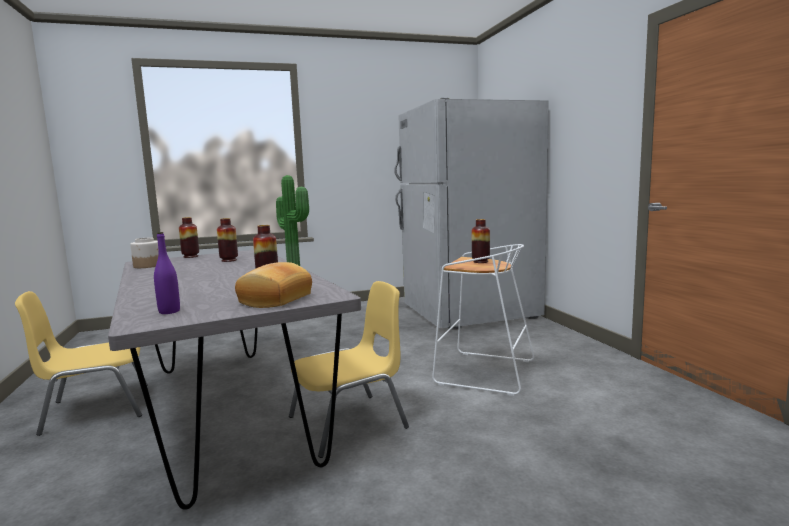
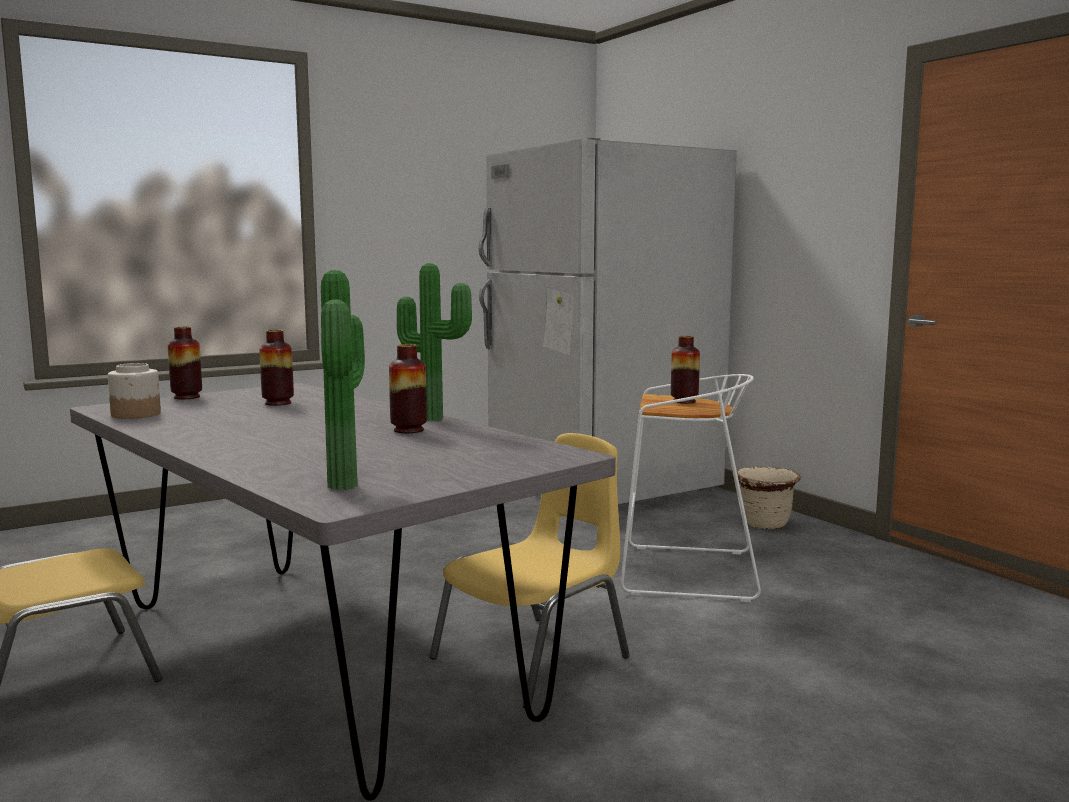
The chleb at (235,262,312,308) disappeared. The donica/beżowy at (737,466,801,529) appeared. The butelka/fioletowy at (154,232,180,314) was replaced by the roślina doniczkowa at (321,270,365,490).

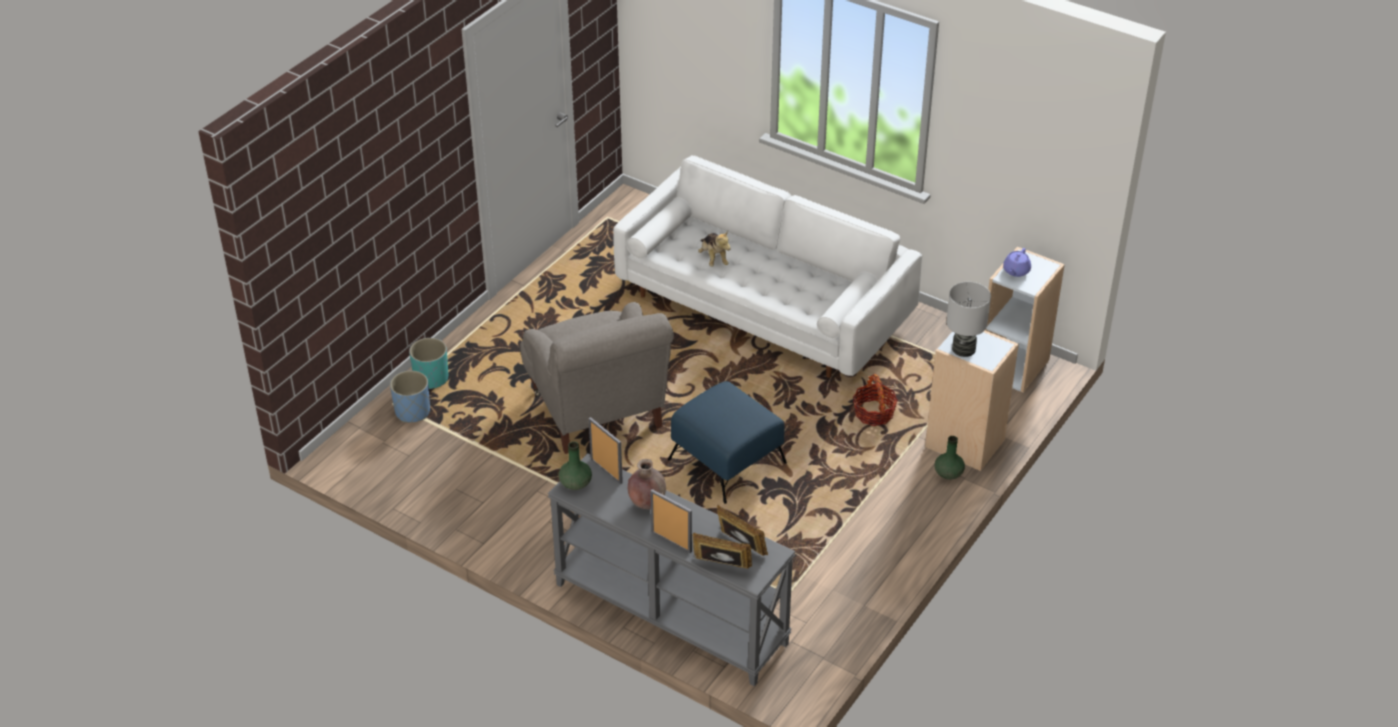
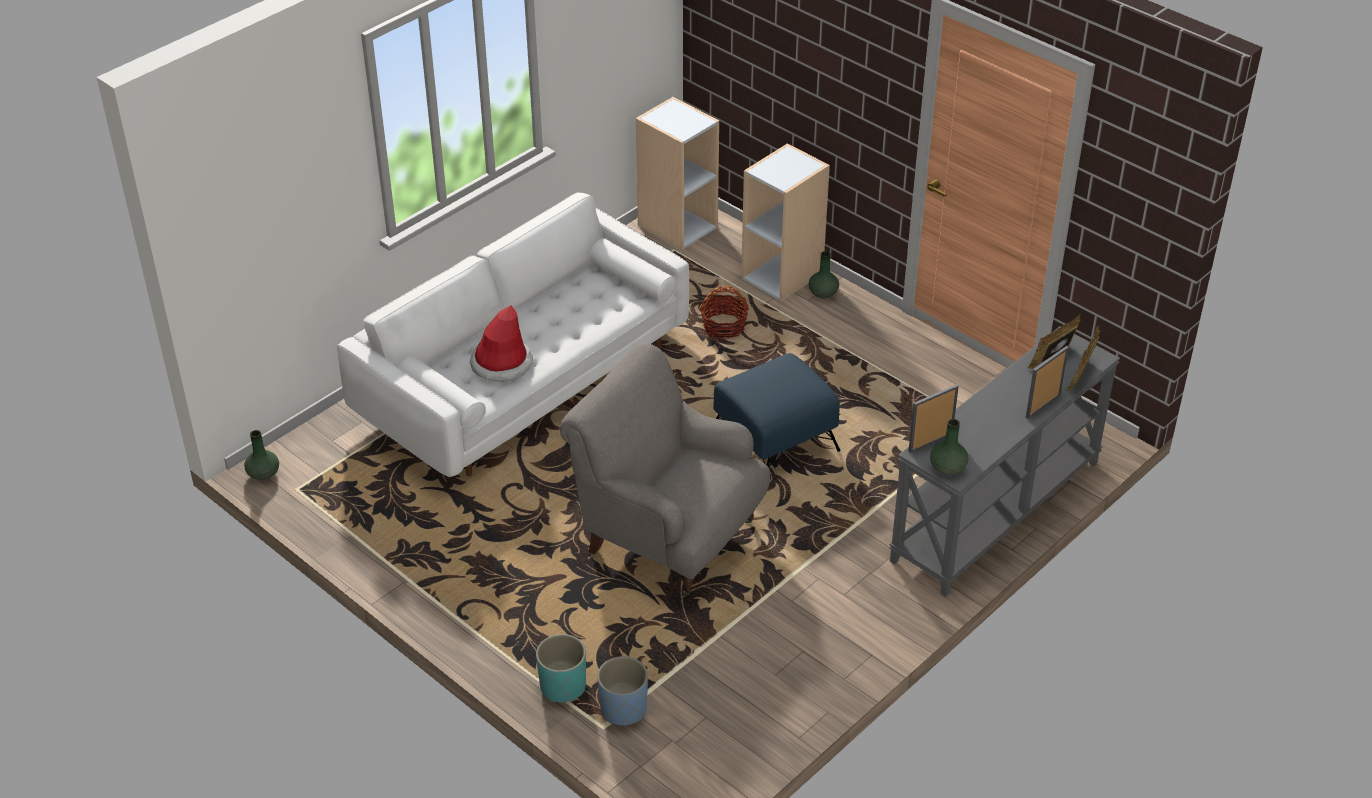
The wazon/brązowy at (628,459,666,509) disappeared. The lampa stołowa/szary at (946,282,991,357) disappeared. The imbryk/fioletowy at (1003,248,1031,277) disappeared. The wazon/zielony at (244,430,279,480) appeared. The pluszak at (698,231,731,267) was replaced by the kapelusz at (470,305,533,382). The fotel/szary at (520,302,674,454) turned 135 degrees counterclockwise.

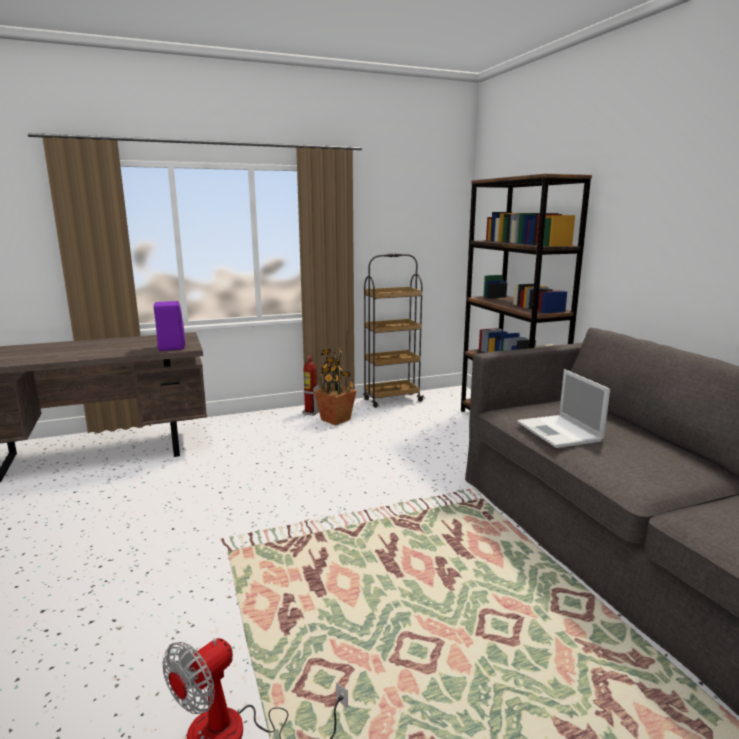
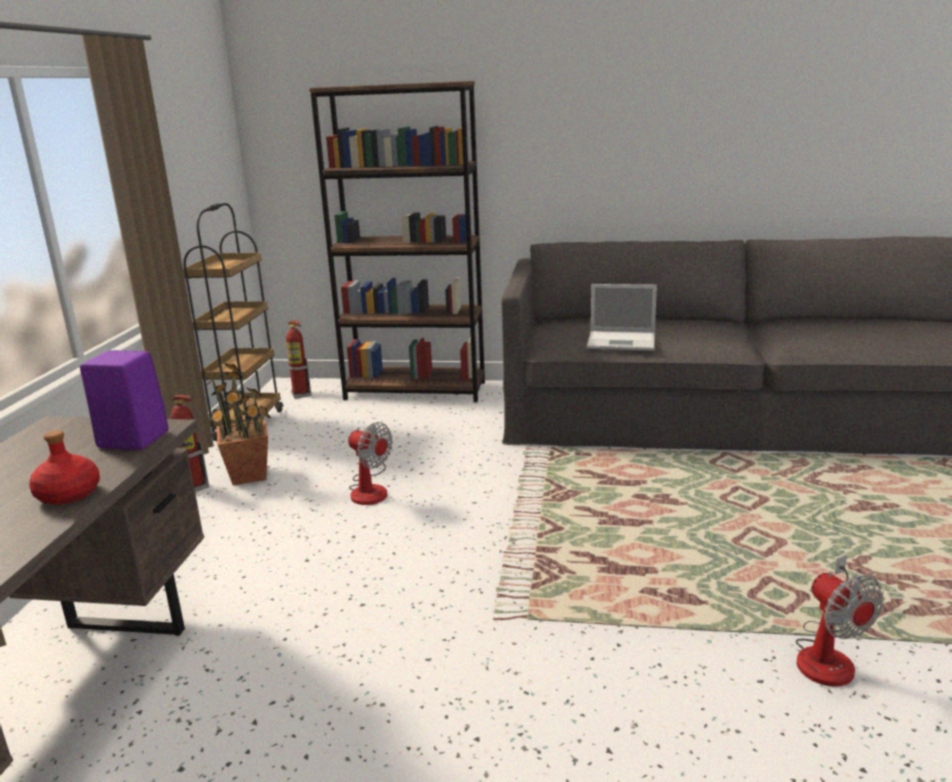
The butelka/czerwony at (29,430,100,505) appeared. The gaśnica at (286,321,311,399) appeared. The wentylator at (348,422,393,505) appeared.

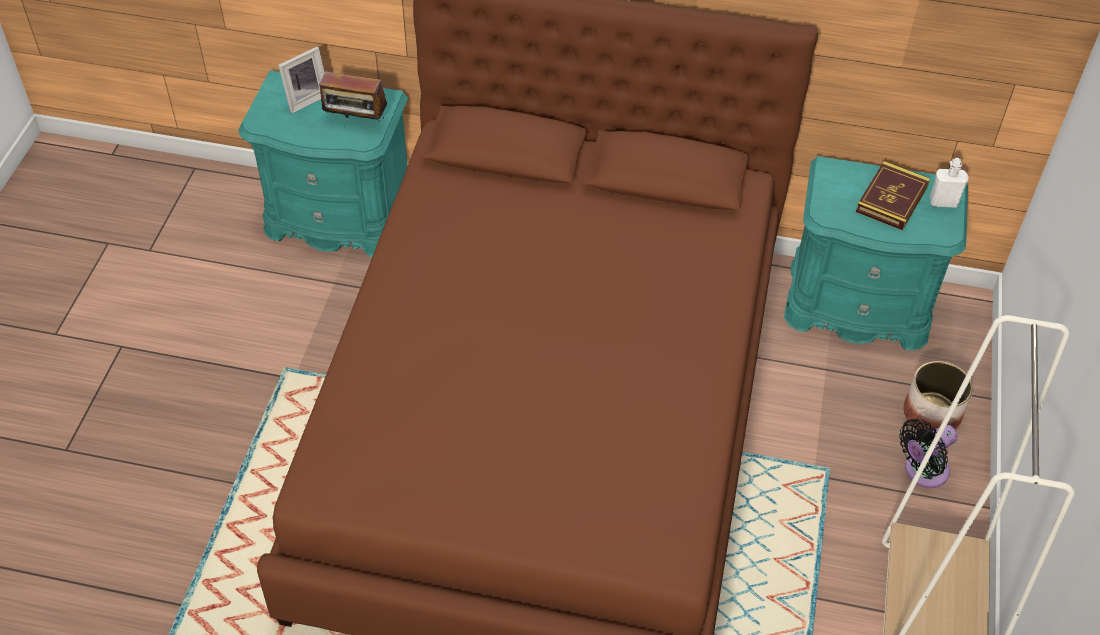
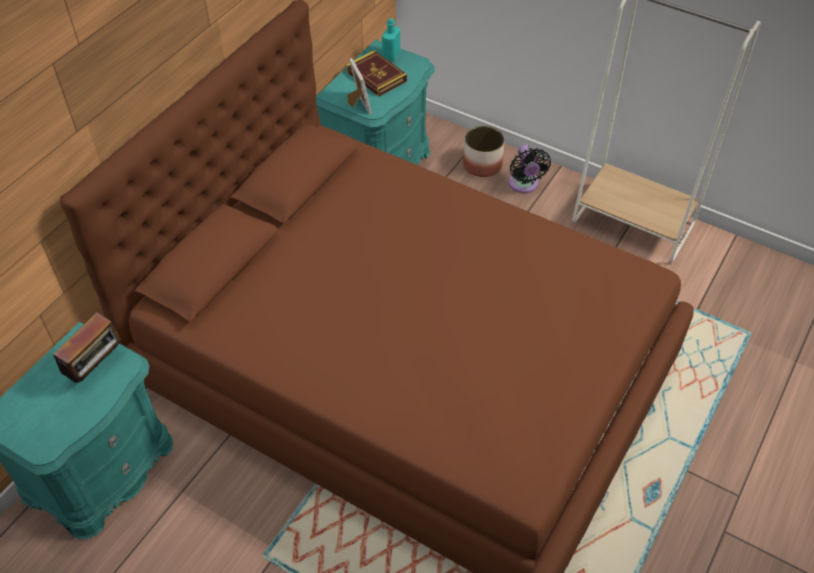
The ramka na zdjęcie moved from (278,47,325,113) to (347,58,372,115). The butelka/biały at (930,158,969,208) became the butelka/turkusowy at (382,18,400,61).

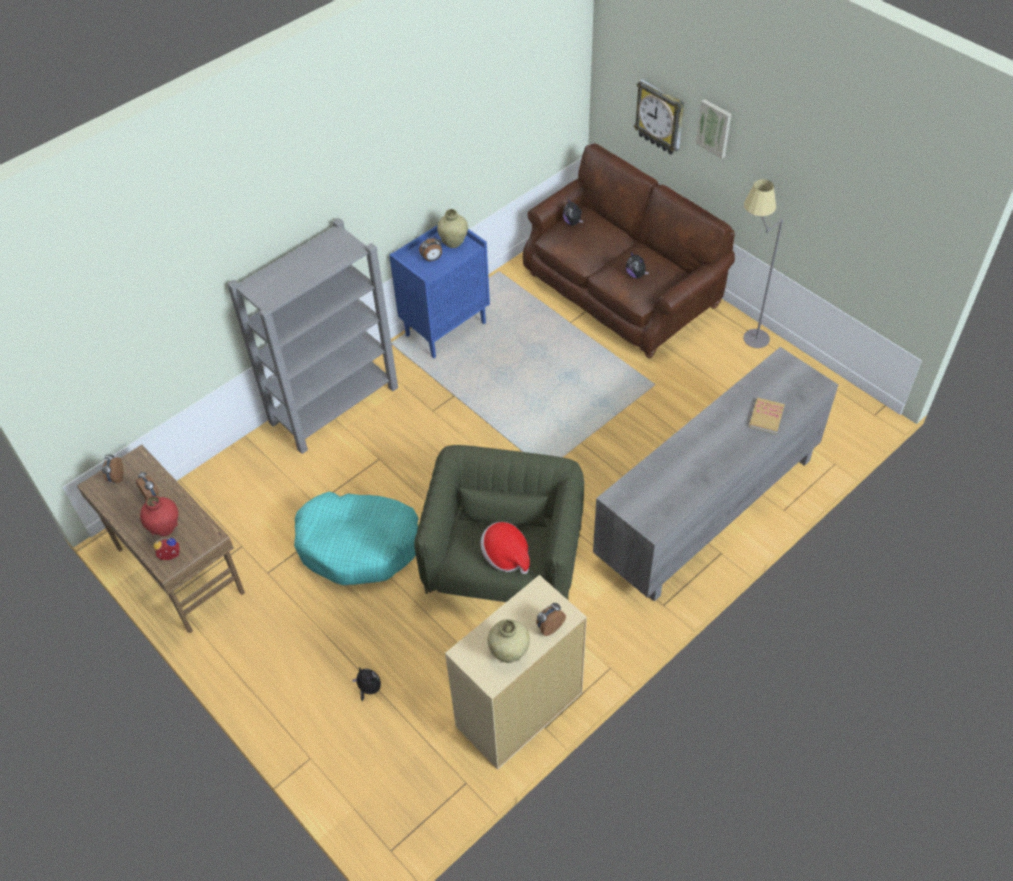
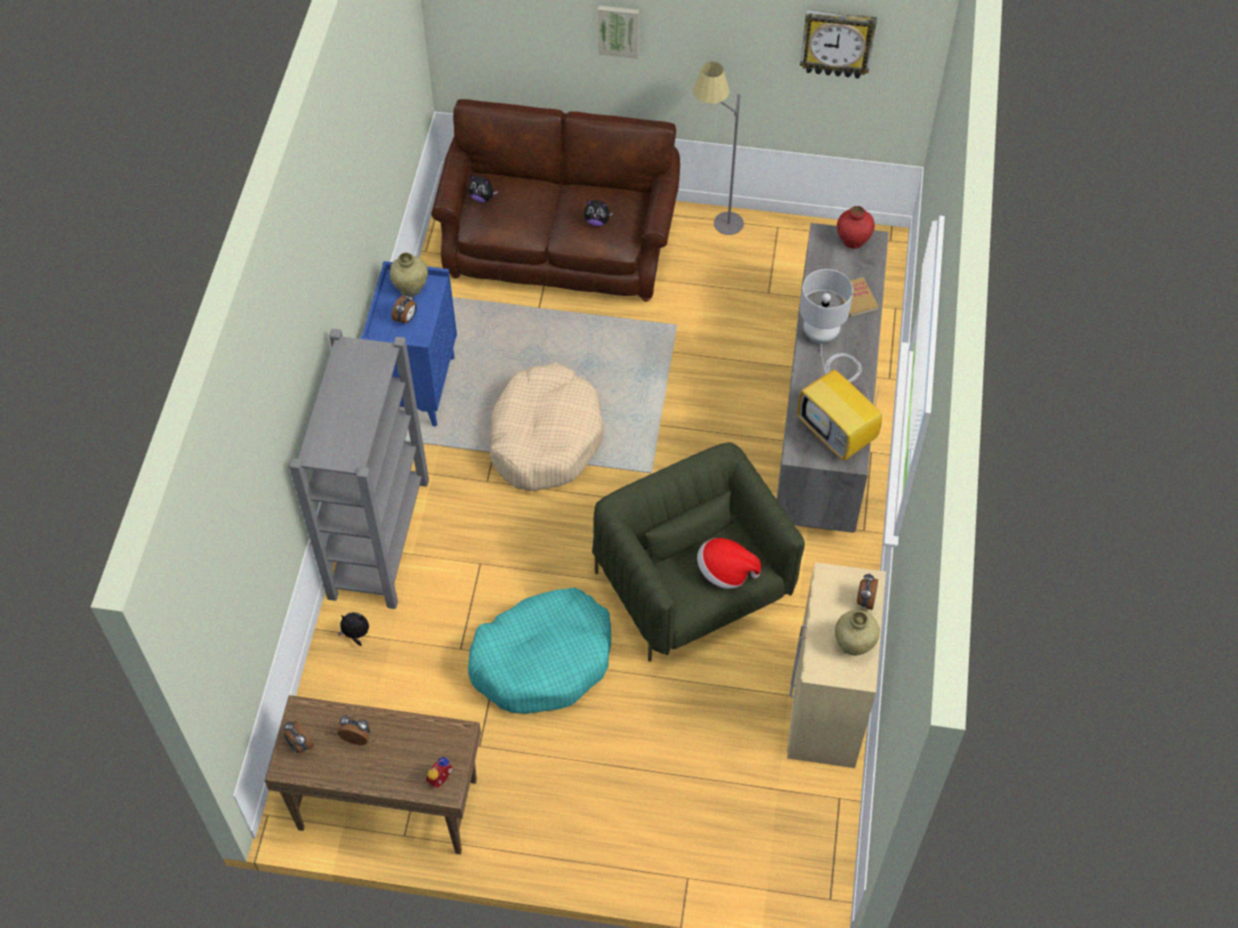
The legowisko/beżowy at (490,363,604,491) appeared. The telewizor at (798,364,882,461) appeared. The lampa stołowa/biały at (800,269,862,382) appeared. The wazon/czerwony moved from (140,496,178,536) to (837,206,875,249). The pluszak moved from (352,667,381,701) to (338,612,369,646). The zegar ścienny moved from (634,79,685,155) to (800,10,877,79).

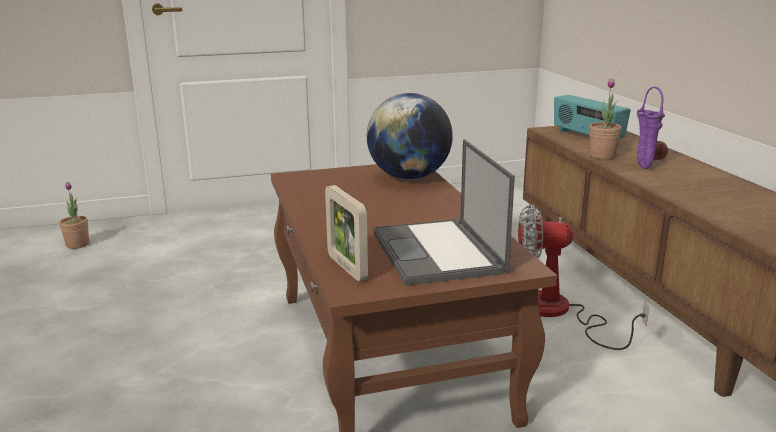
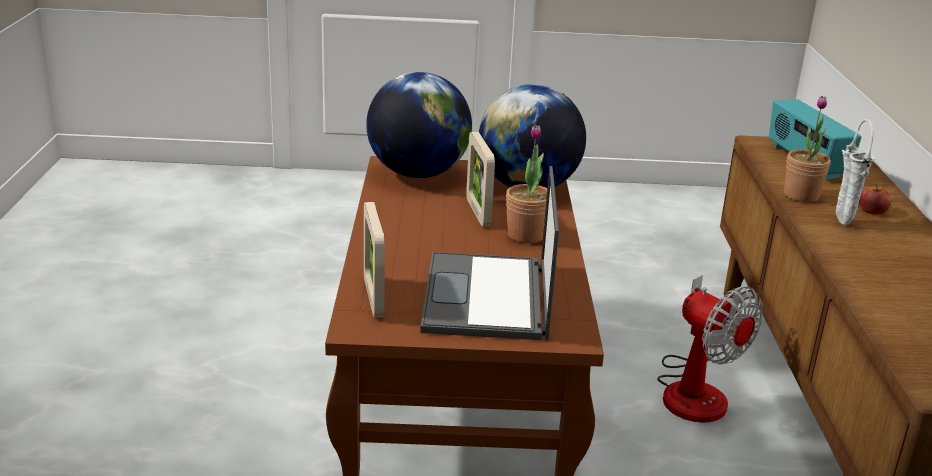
The globus at (366,72,472,178) appeared. The ramka na zdjęcie at (466,132,495,227) appeared. The roślina doniczkowa moved from (59,182,89,249) to (506,125,547,243). The wazon/fioletowy at (637,86,665,169) became the wazon/biały at (836,119,876,226). The wentylator at (518,204,649,350) turned 150 degrees counterclockwise.

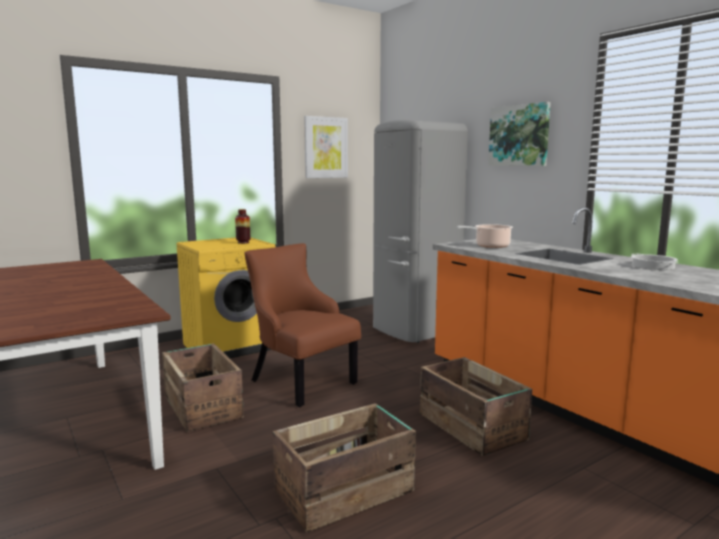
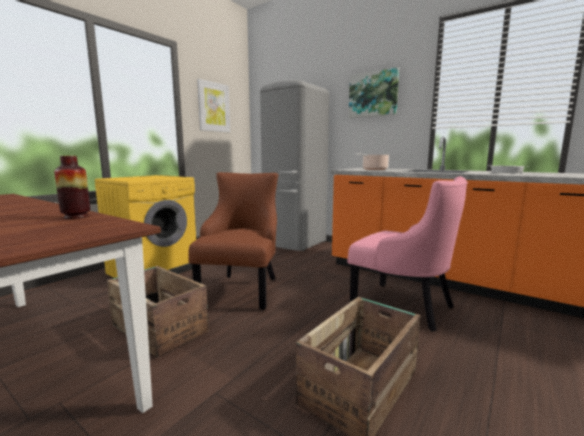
The wazon moved from (235,209,250,244) to (54,156,90,219). The skrzynka at (420,357,532,456) was replaced by the krzesło/różowy at (347,176,468,332). The krzesło/brązowy at (244,243,362,407) turned 75 degrees clockwise.

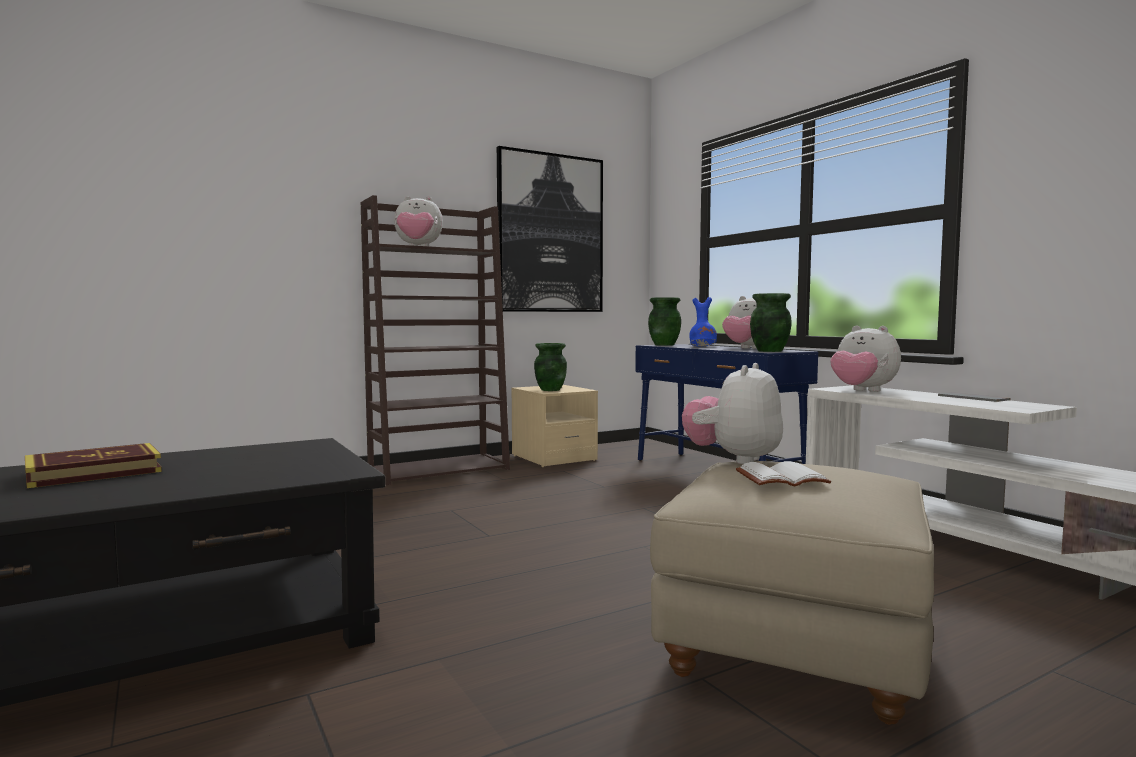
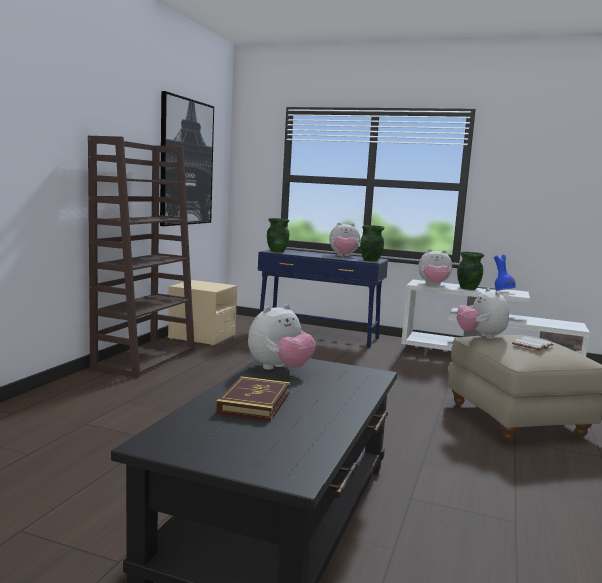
The pluszak moved from (394,196,443,246) to (248,304,316,370). The wazon/zielony moved from (534,343,567,391) to (457,252,484,290). The wazon/niebieski moved from (689,297,717,346) to (494,255,516,291).

